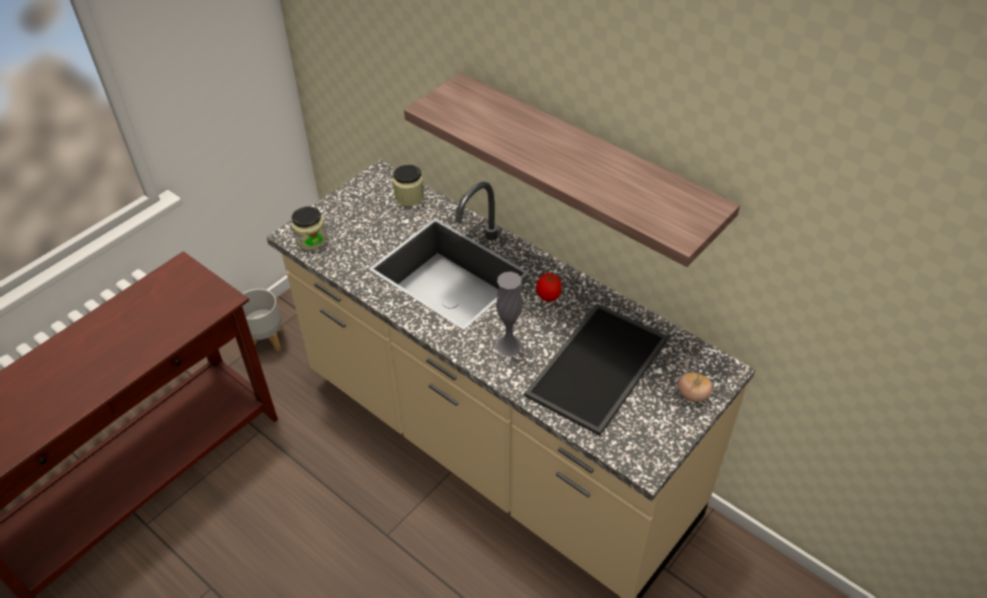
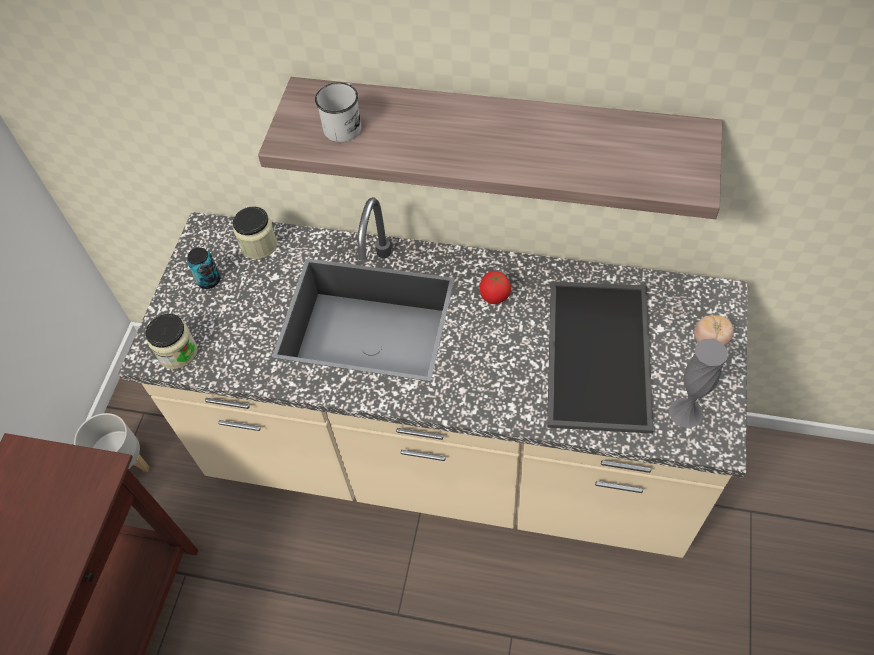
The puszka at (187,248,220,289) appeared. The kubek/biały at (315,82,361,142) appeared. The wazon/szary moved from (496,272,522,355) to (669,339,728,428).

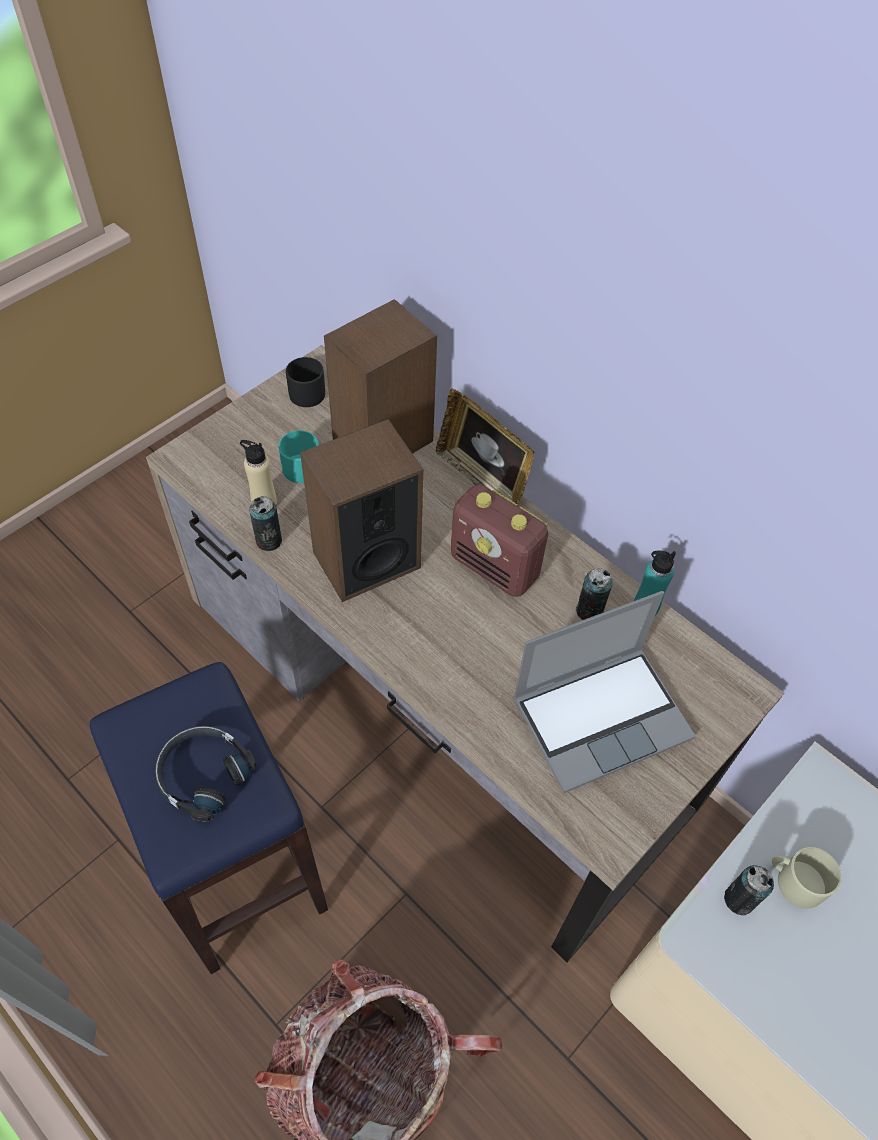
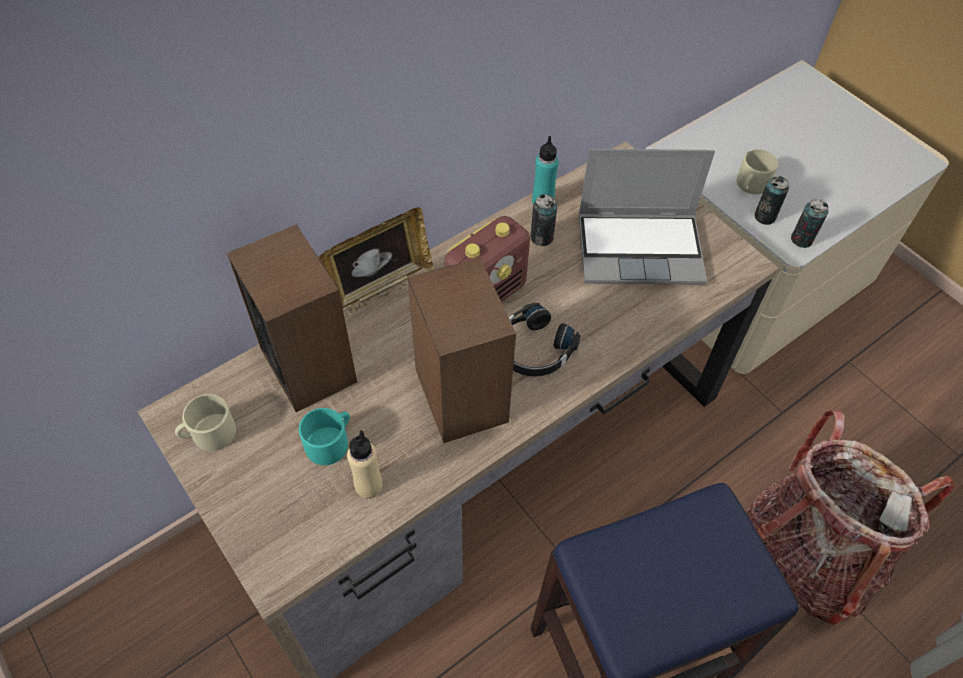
The słuchawki/czarny moved from (155,726,257,822) to (509,303,581,377). The puszka moved from (249,496,282,551) to (791,199,828,248). The kubek/czarny at (286,357,325,407) became the kubek/beżowy at (175,394,236,451). The laptop at (513,591,696,793) turned 105 degrees clockwise.

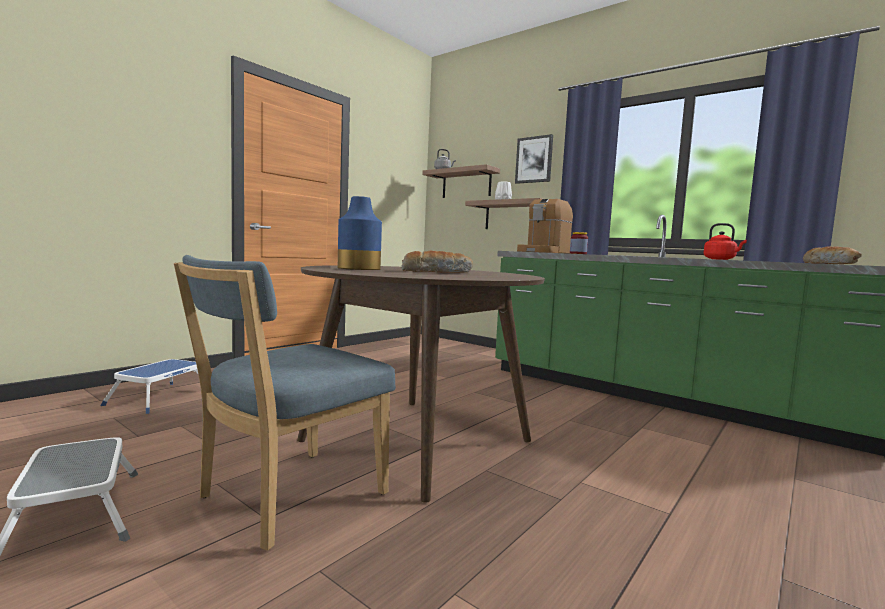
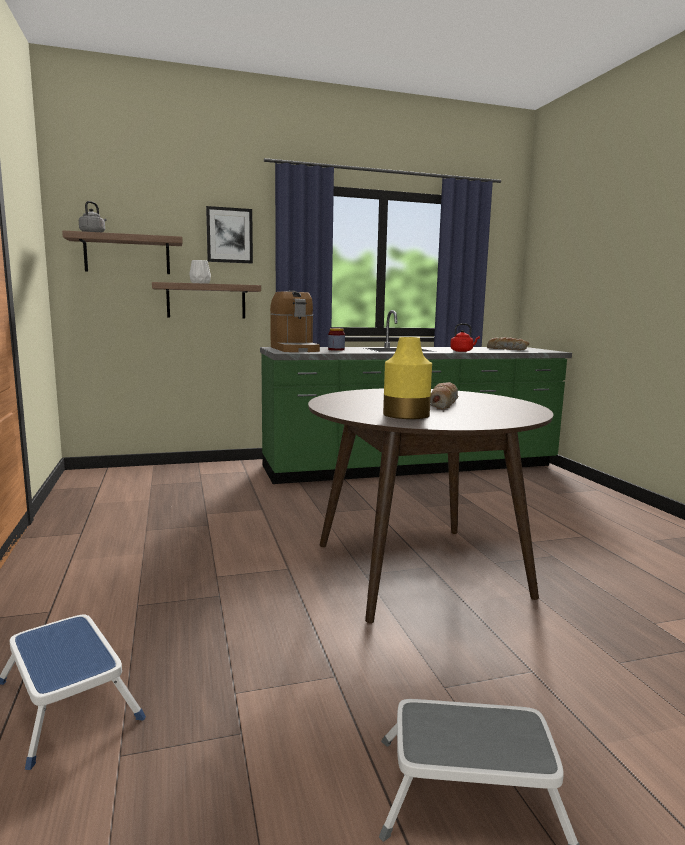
The krzesło/niebieski at (174,255,396,551) disappeared. The wazon/niebieski at (338,196,382,270) became the wazon/żółty at (383,337,432,419).

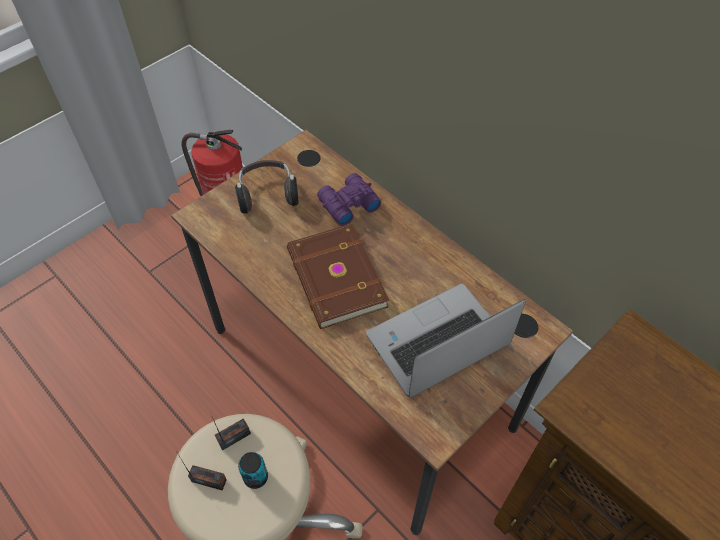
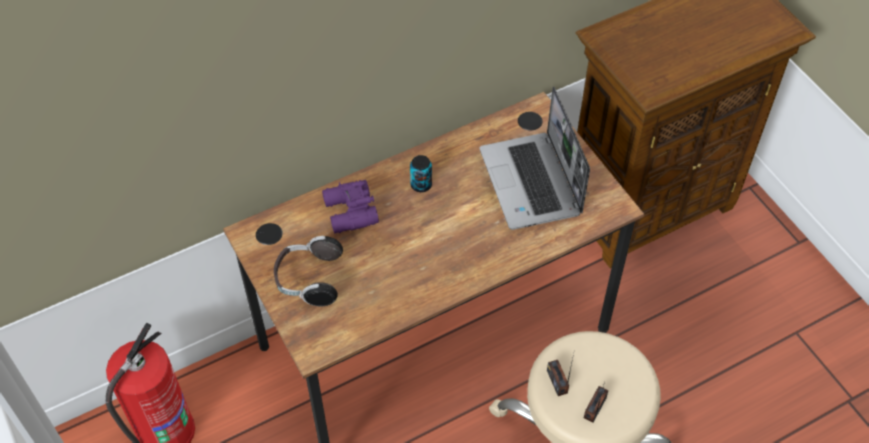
The książka/brązowy at (287,224,389,329) disappeared. The puszka moved from (238,452,268,489) to (410,155,432,192).

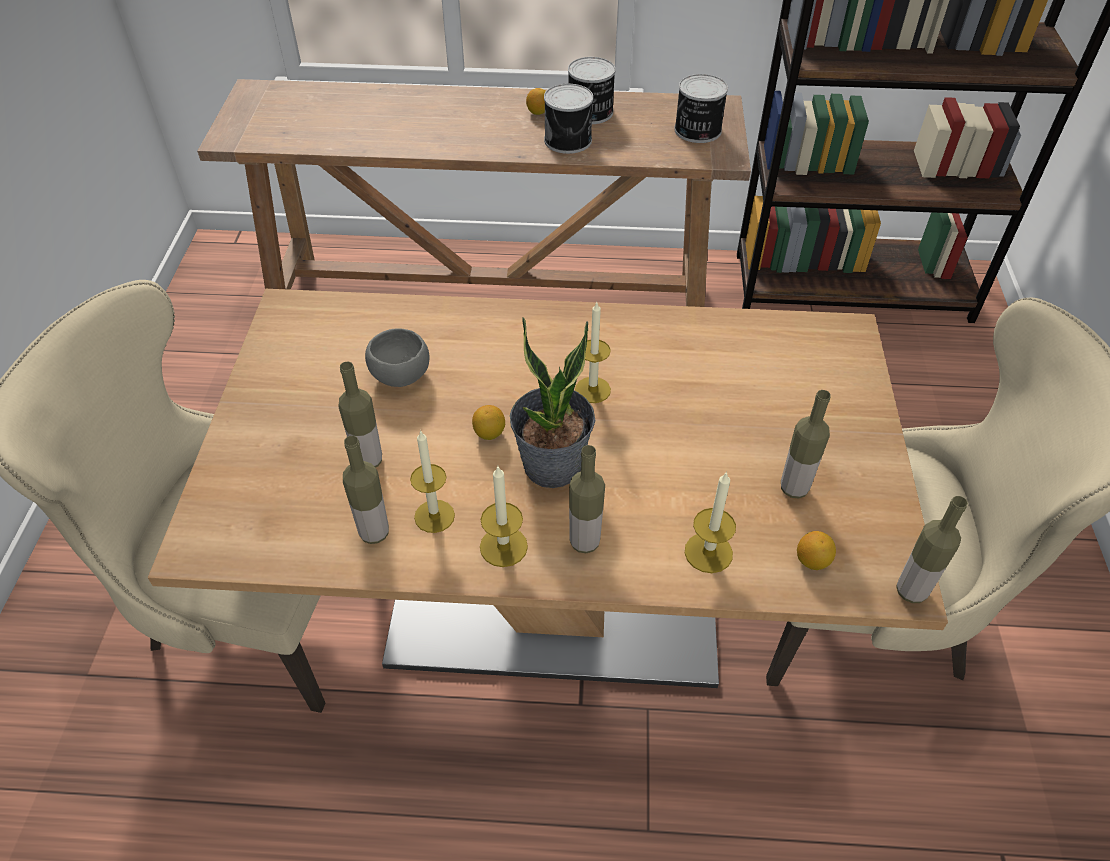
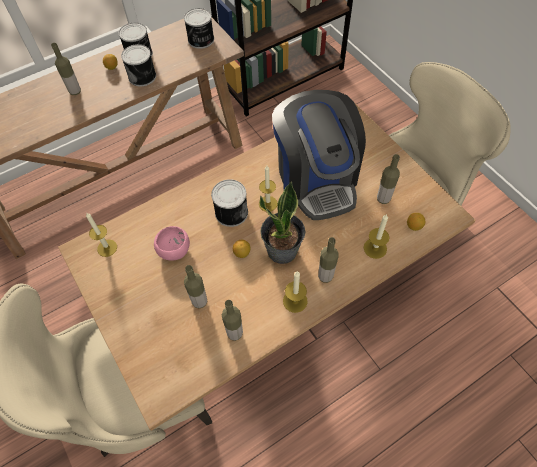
The puszka at (211,179,248,227) appeared. The ekspres do kawy at (272,90,366,220) appeared. The świeca moved from (410,430,455,533) to (86,212,117,257). The butelka moved from (896,496,968,603) to (51,43,81,95). The miska/szary at (365,328,430,387) became the miska/różowy at (154,226,190,261).

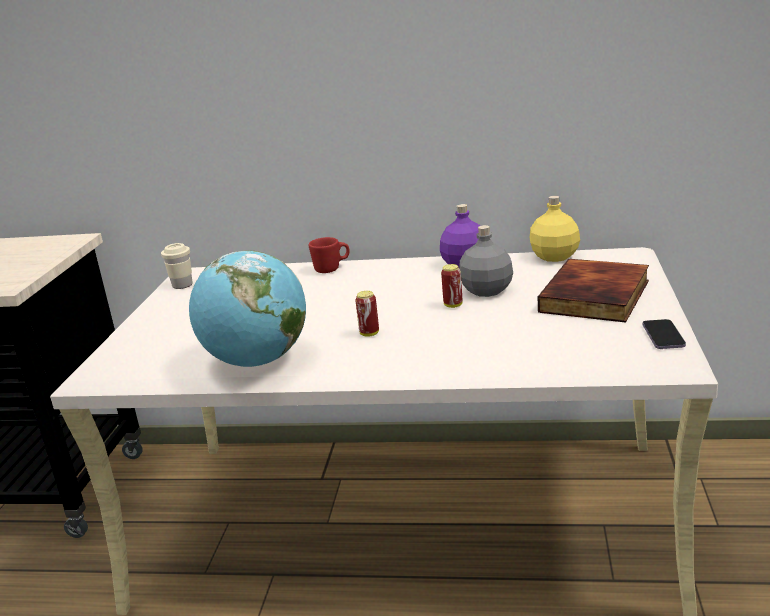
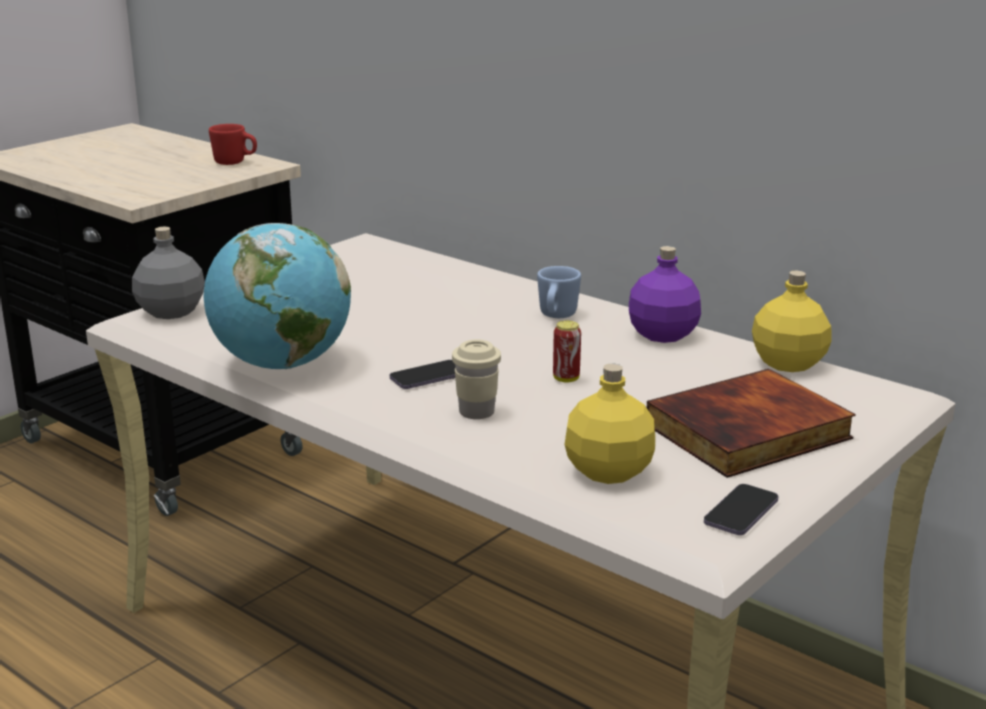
The kubek/niebieski at (537,266,581,318) appeared. The butelka/żółty at (564,363,655,484) appeared. The filiżanka/beżowy moved from (161,243,193,289) to (452,339,501,419). The kubek/czerwony moved from (309,237,350,273) to (209,124,257,165). The butelka/szary moved from (459,225,513,297) to (132,227,205,319). The puszka at (355,291,379,337) was replaced by the telefon at (390,360,455,389).

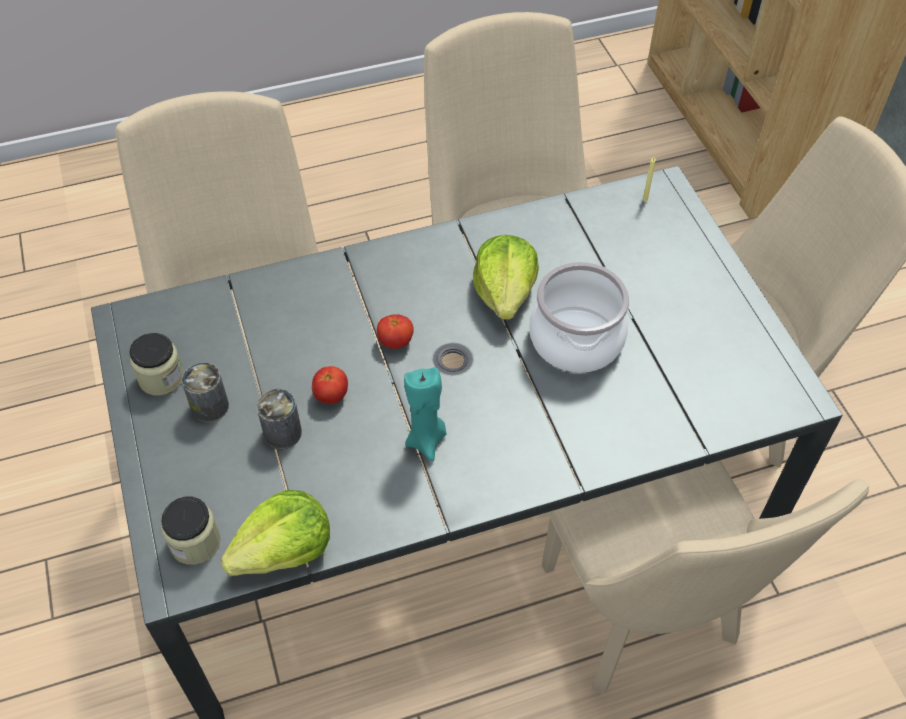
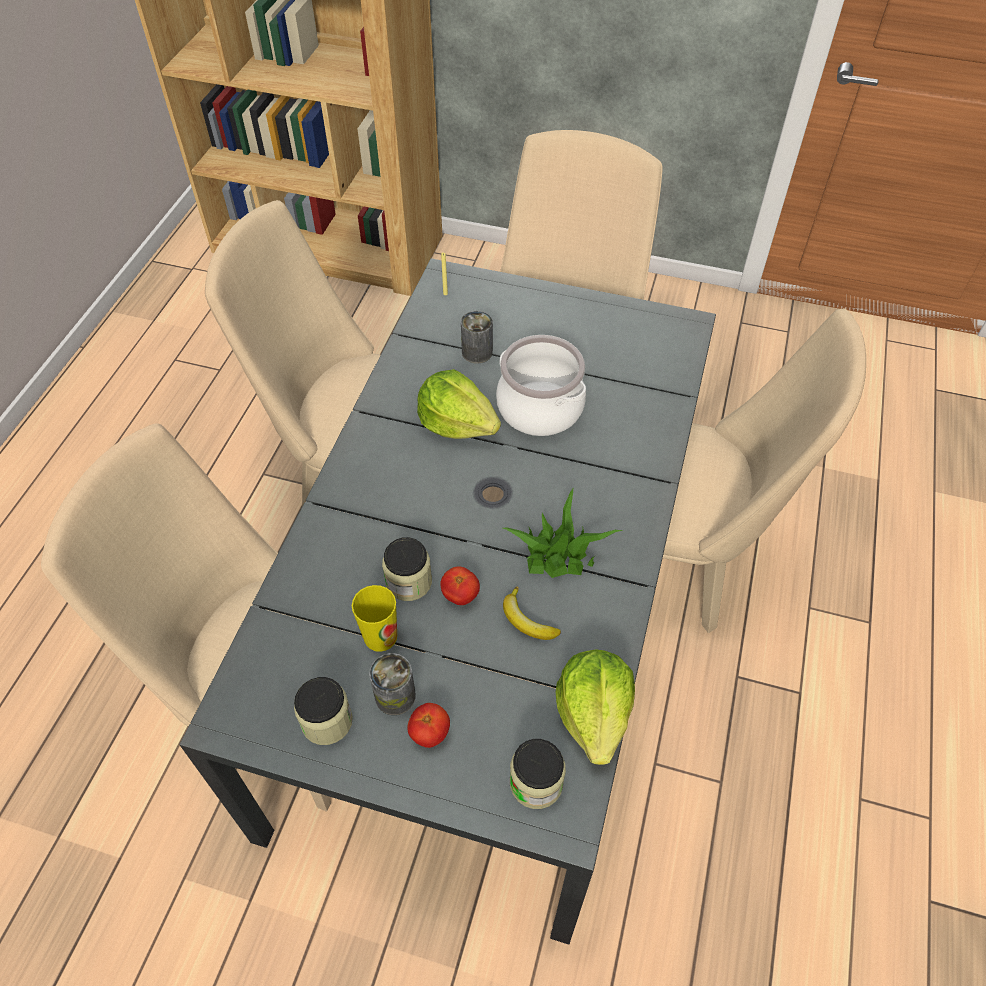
The filiżanka at (352,585,397,652) appeared. The słoik at (382,537,432,601) appeared. The banan at (503,587,561,640) appeared. The puszka moved from (256,389,302,449) to (461,311,493,364). The pomidor moved from (377,314,414,349) to (407,703,450,748). The świeca/turkusowy at (404,367,447,462) was replaced by the roślina doniczkowa at (503,488,623,578).

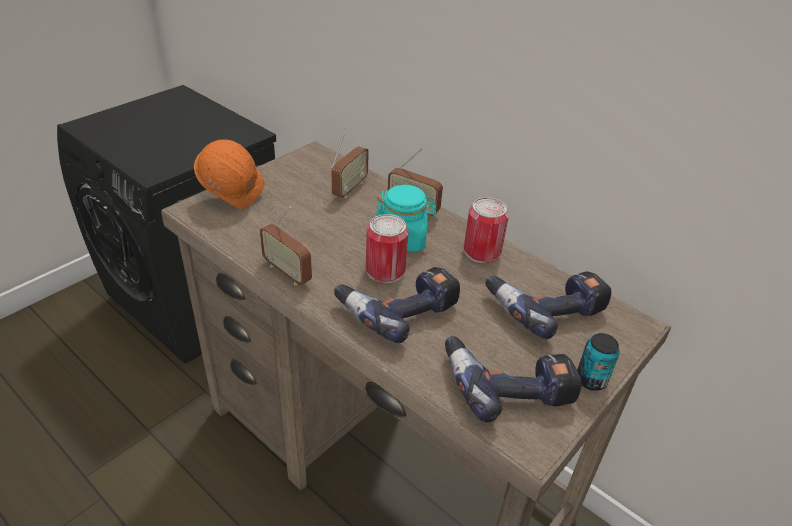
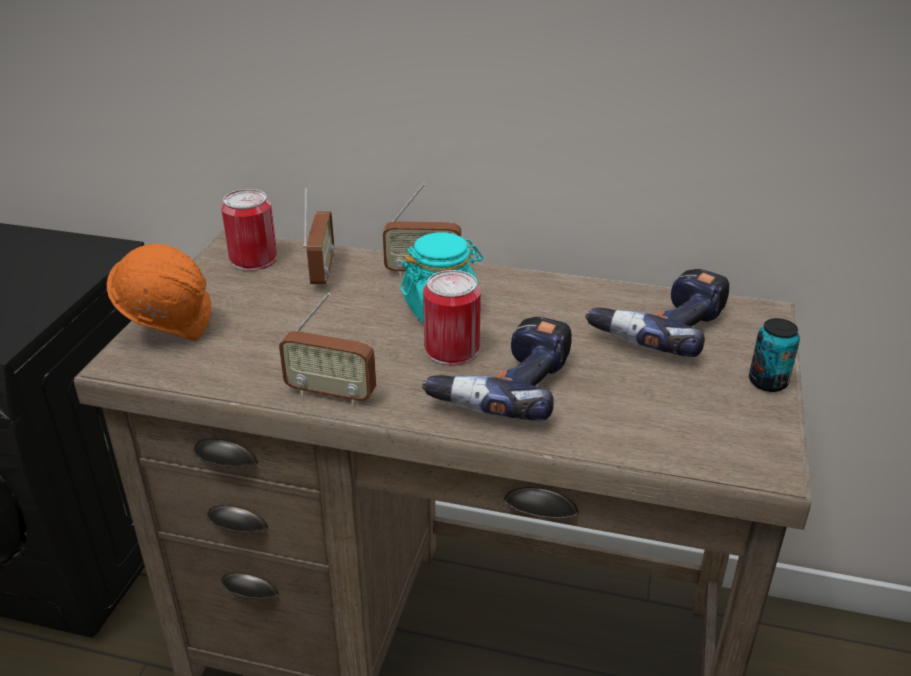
The wiertarka at (445,336,582,422) disappeared. The puszka moved from (464,197,509,263) to (221,189,277,271).

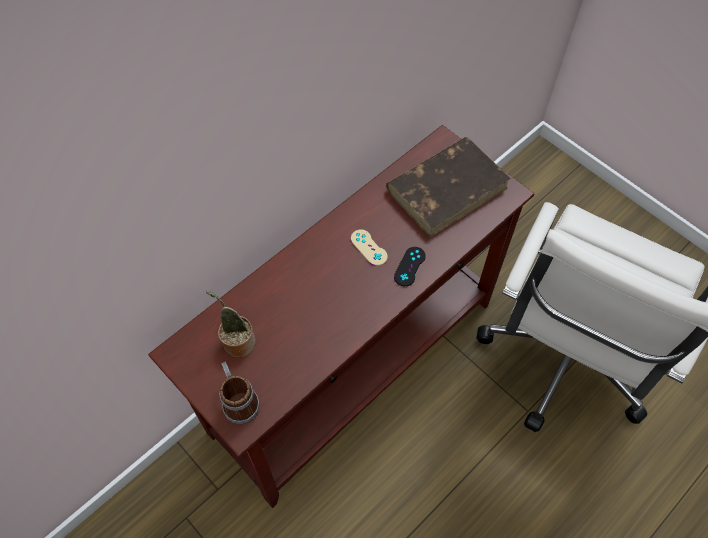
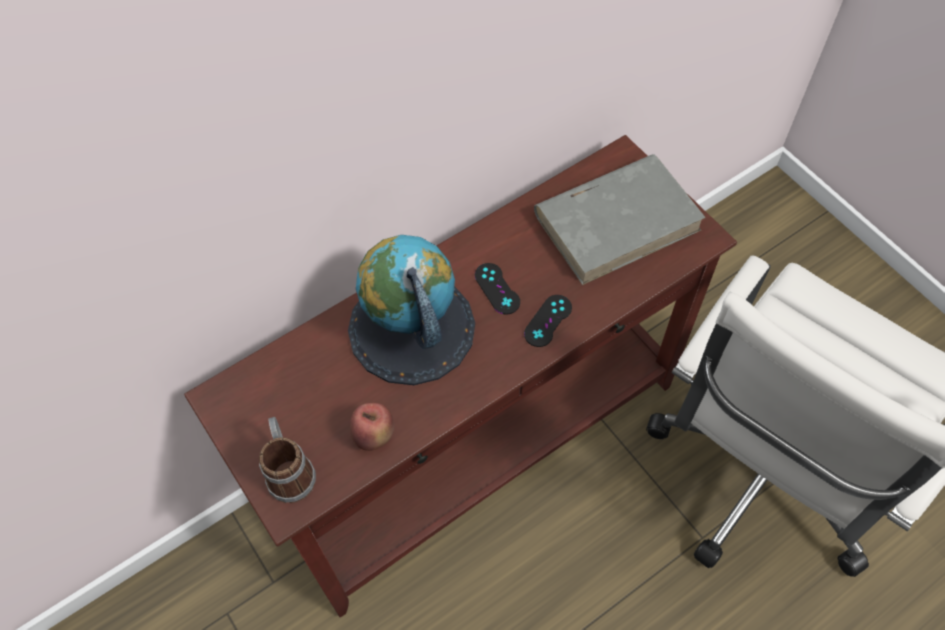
The roślina doniczkowa at (206,291,256,358) disappeared. The globus at (348,235,475,385) appeared. The jabłko at (350,403,394,451) appeared. The pad do gier/beżowy at (351,229,388,266) became the pad do gier/czarny at (475,263,520,315). The książka/brązowy at (386,137,511,238) became the książka/szary at (534,154,706,285).

